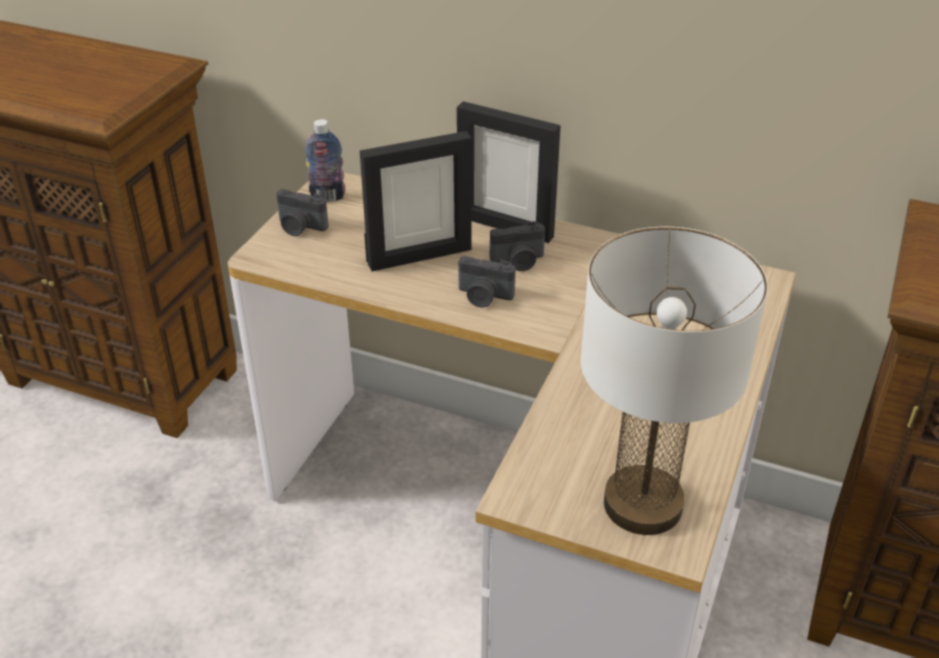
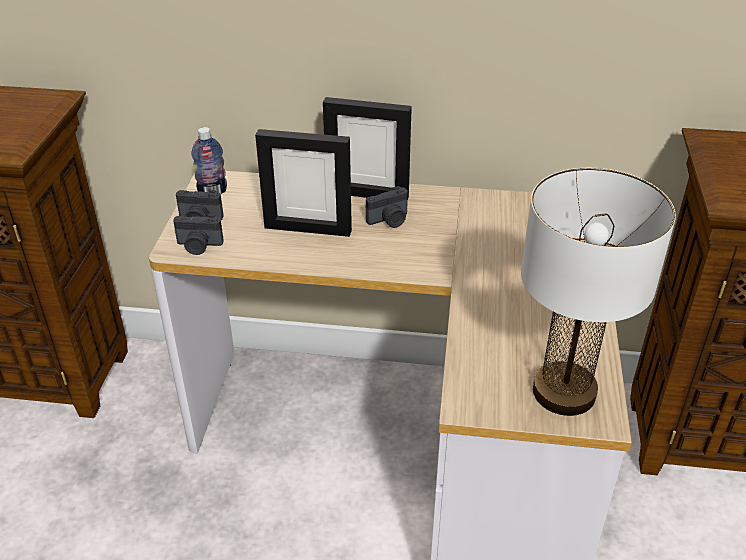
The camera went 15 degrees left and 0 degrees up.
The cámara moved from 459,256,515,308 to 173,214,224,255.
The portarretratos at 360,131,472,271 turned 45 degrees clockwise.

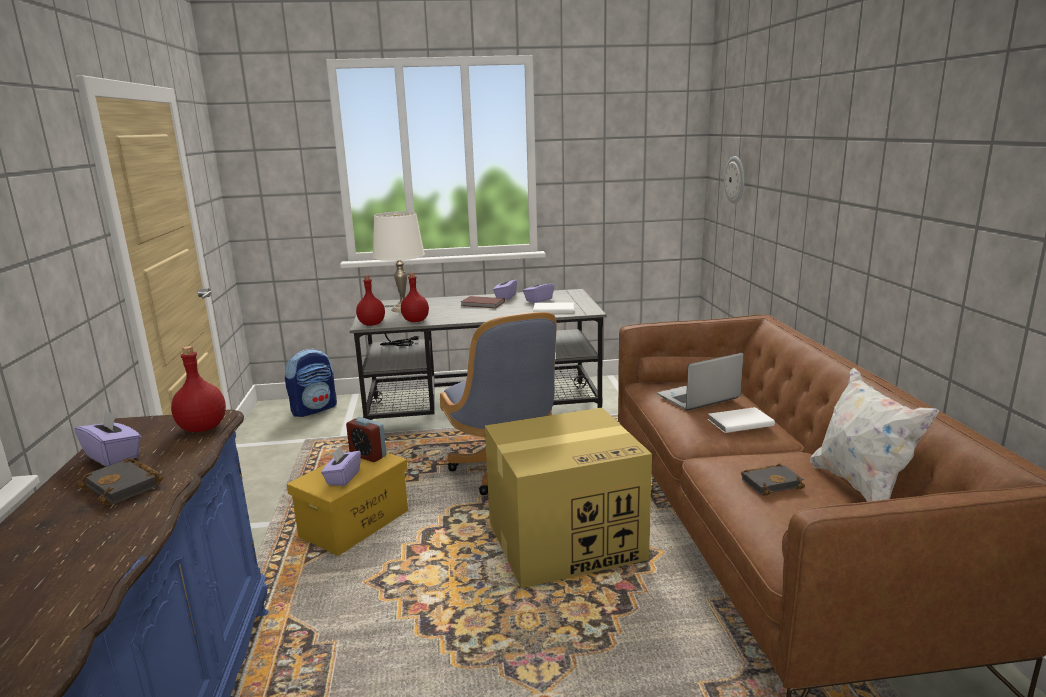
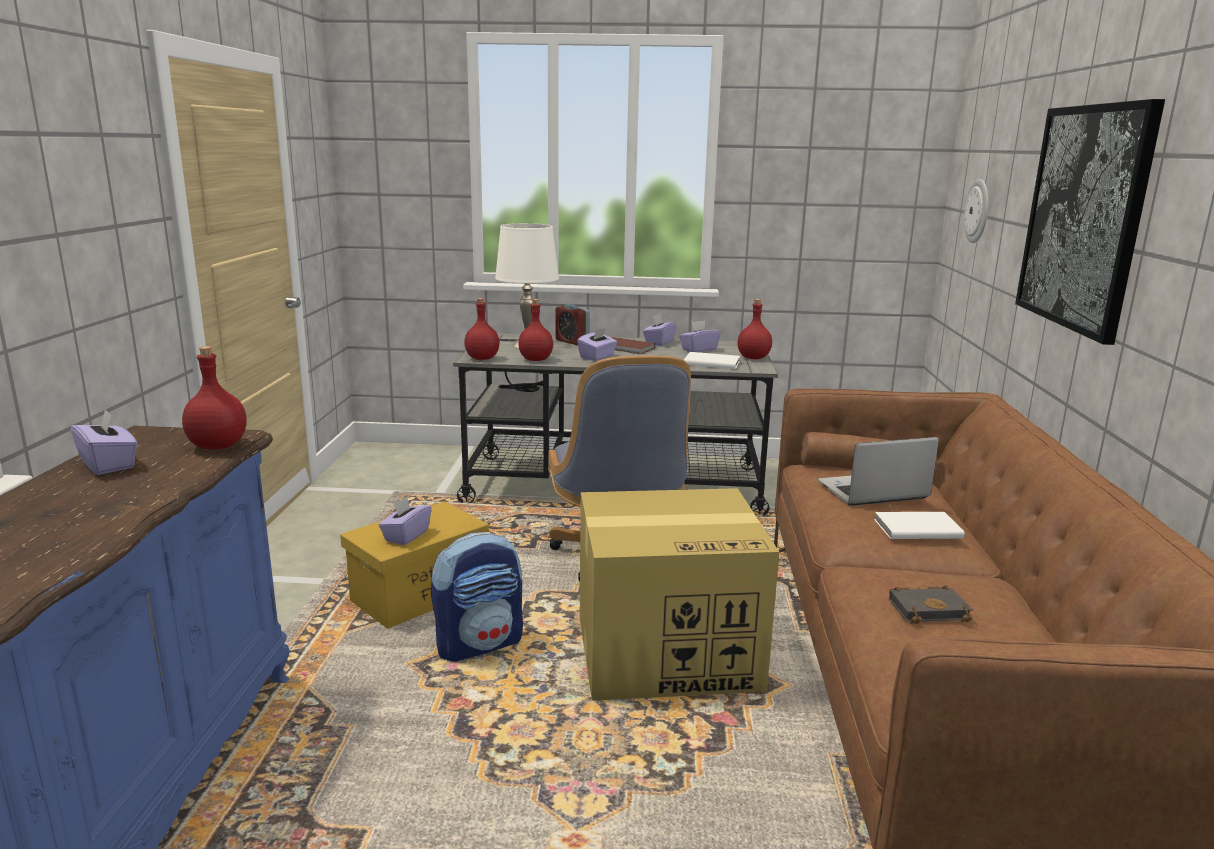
The camera went 10 degrees right and 0 degrees up.
The mochila moved from 285,348,337,417 to 431,532,523,661.
The despertador moved from 346,417,387,462 to 555,304,590,345.
The caja de pañuelos (morado) at 577,328,617,361 appeared.
The botella (rojo) at 737,299,772,359 appeared.
The cuadro at 1015,99,1165,345 appeared.
The libro (negro) at 77,458,163,505 disappeared.
The cojín (blanco) at 810,368,939,502 disappeared.

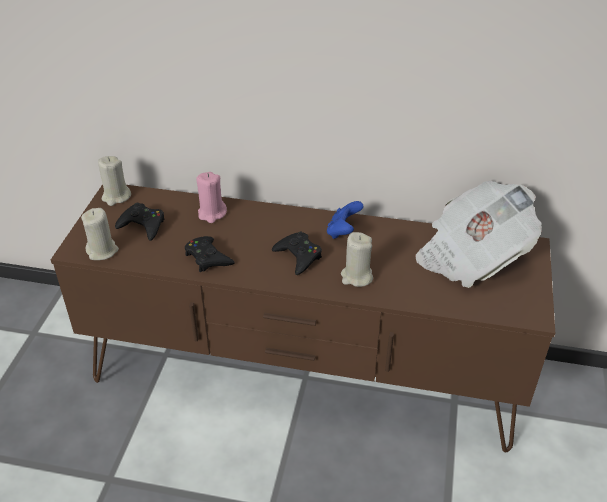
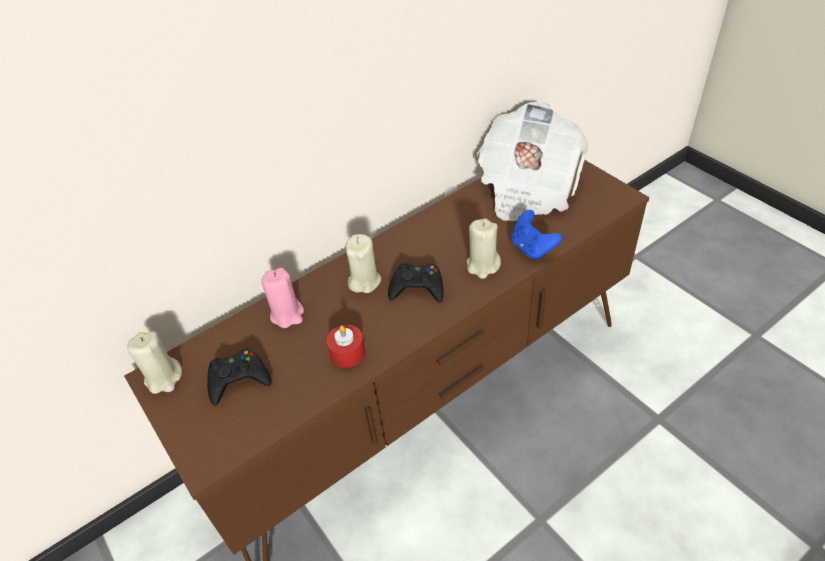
The camera went 45 degrees left and 5 degrees up.
The mando de consola (negro) at 185,236,235,272 was replaced by the vela (rojo) at 326,325,365,368.
The vela (beis) moved from 81,208,119,260 to 346,234,381,293.
The mando de consola (azul) moved from 327,201,363,239 to 511,210,563,260.

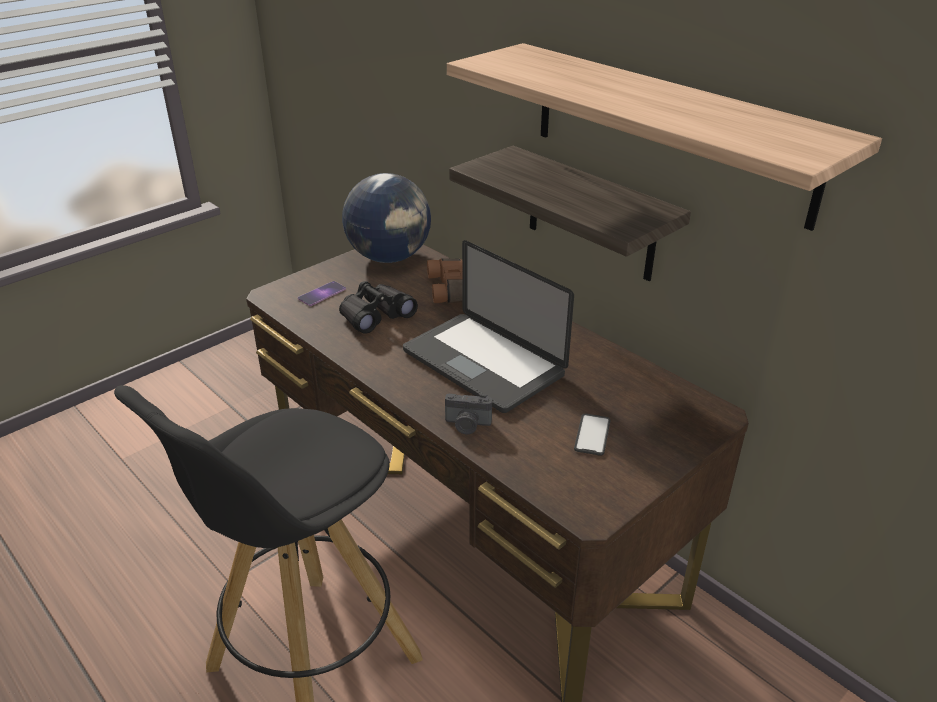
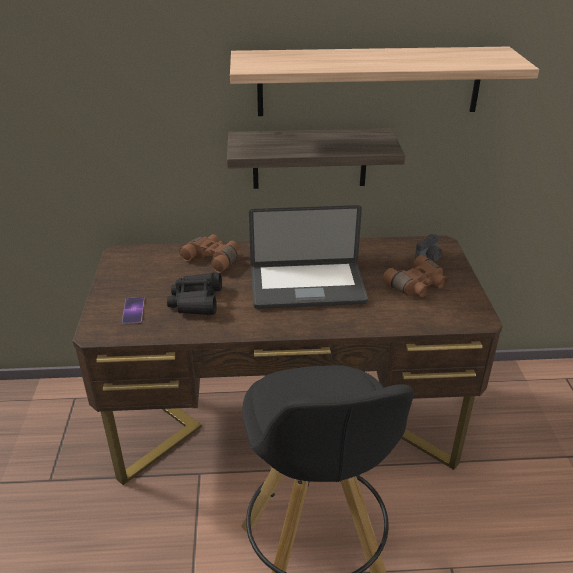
The camera went 50 degrees left and 0 degrees up.
The móvil at 574,414,610,456 was replaced by the prismáticos (marrón) at 383,255,447,297.
The cámara moved from 445,394,492,434 to 415,234,442,261.
The globo terráqueo at 342,173,431,263 disappeared.

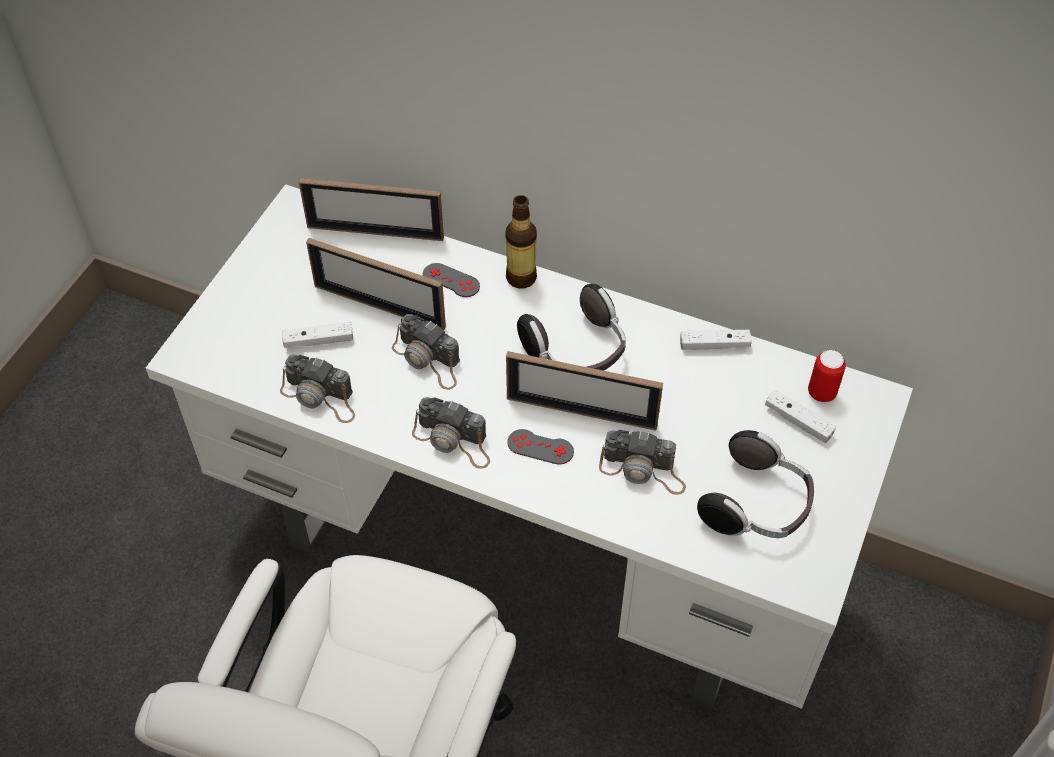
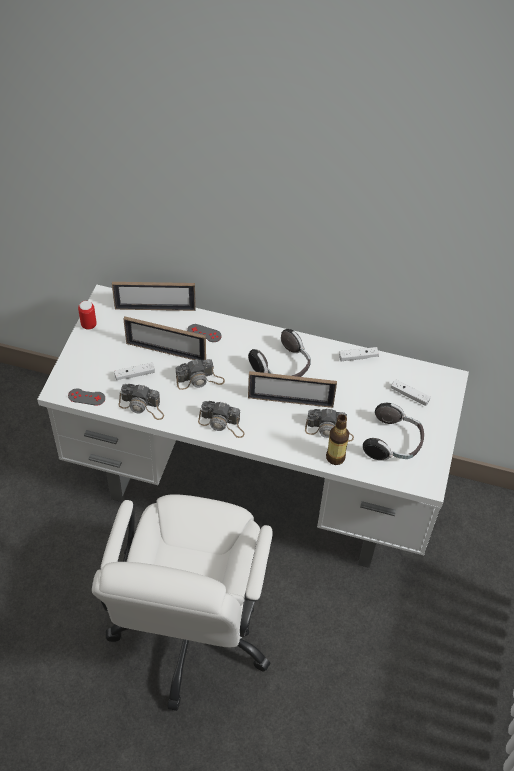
The camera went 10 degrees left and 0 degrees up.
The mando de consola (gris) moved from 507,429,574,465 to 68,388,105,406.
The lata moved from 808,350,846,402 to 78,301,97,330.
The cámara at 392,314,460,390 turned 45 degrees counterclockwise.
The botella moved from 506,195,537,288 to 326,414,349,465.

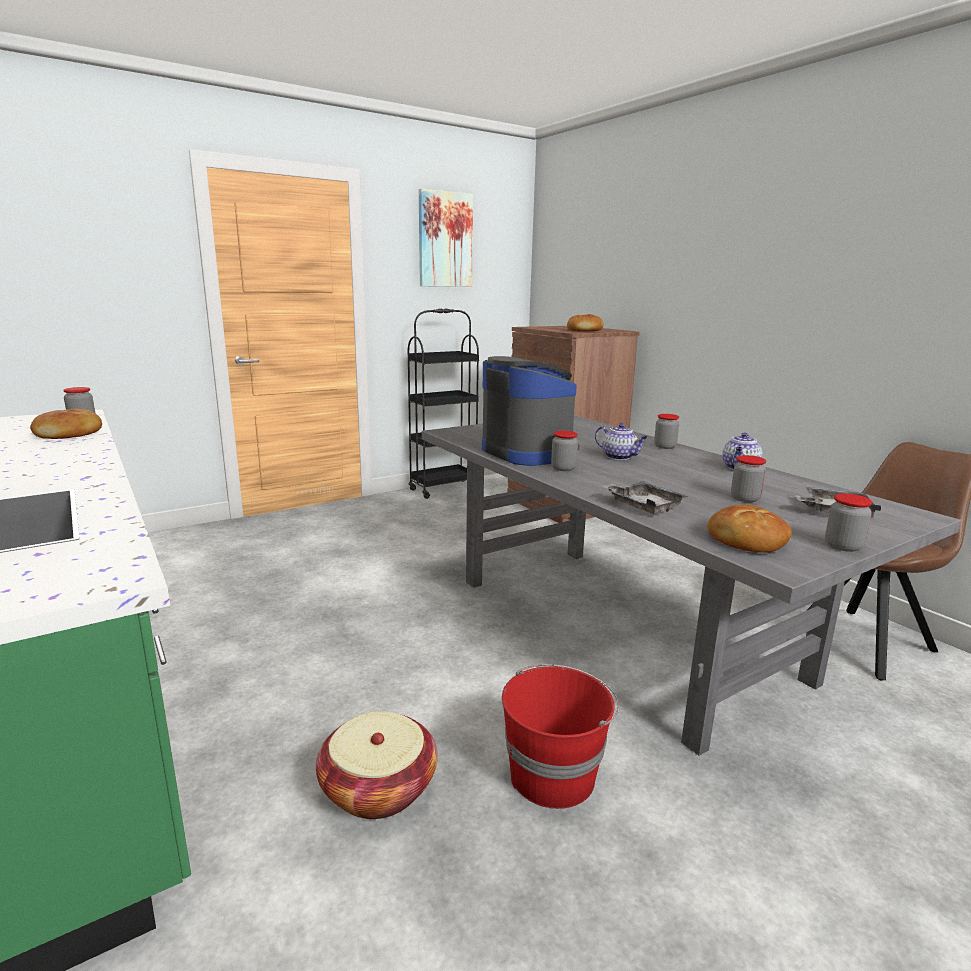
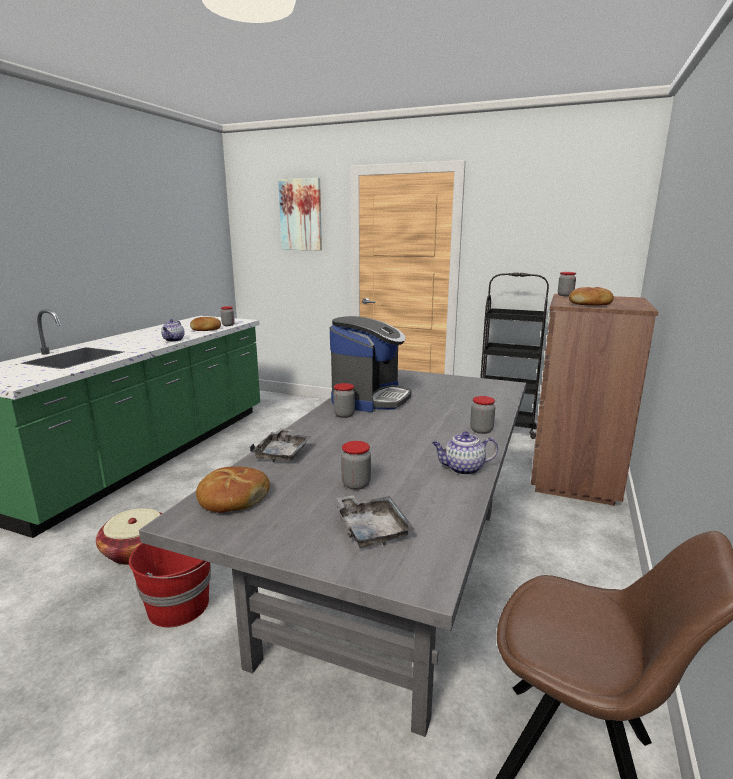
The camera went 55 degrees right and 0 degrees up.
The tetera moved from 595,423,648,460 to 161,319,184,342.
The cuadro moved from 419,189,473,287 to 278,178,322,250.
The tarro moved from 825,493,873,552 to 558,272,576,296.

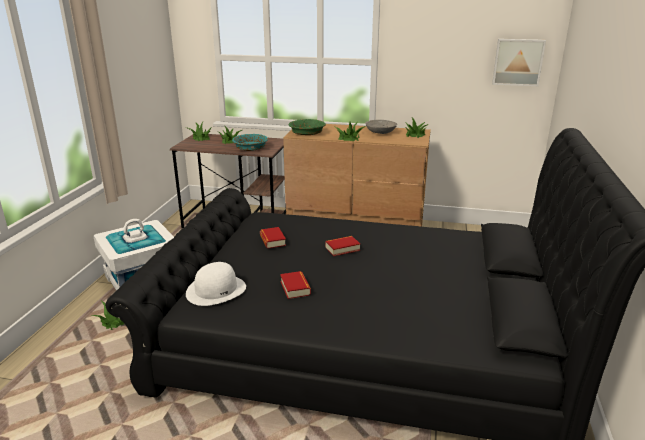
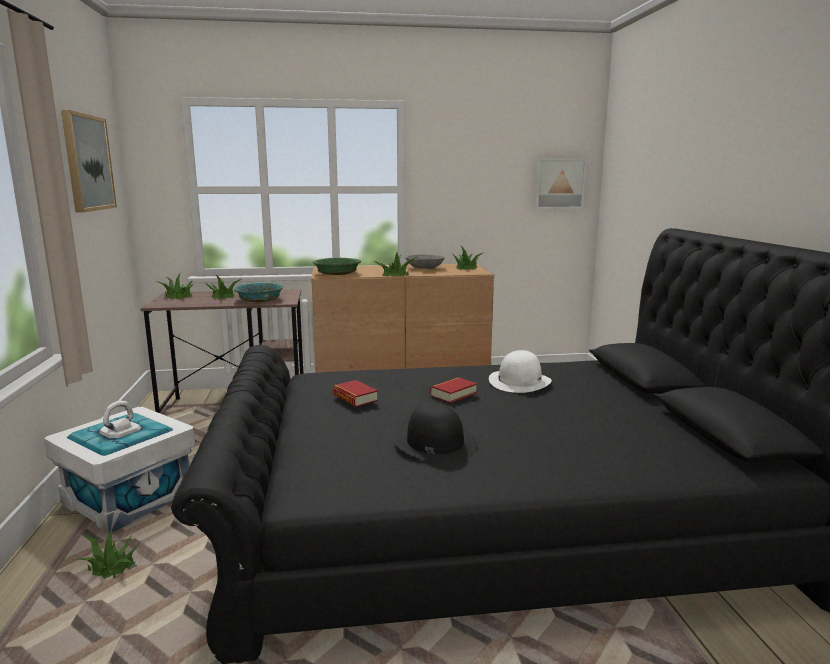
The camera went 20 degrees left and 10 degrees down.
The cuadro at 61,110,117,213 appeared.
The libro at 280,271,311,299 was replaced by the sombrero (negro) at 394,403,477,463.
The sombrero (blanco) moved from 186,262,246,306 to 489,350,552,393.

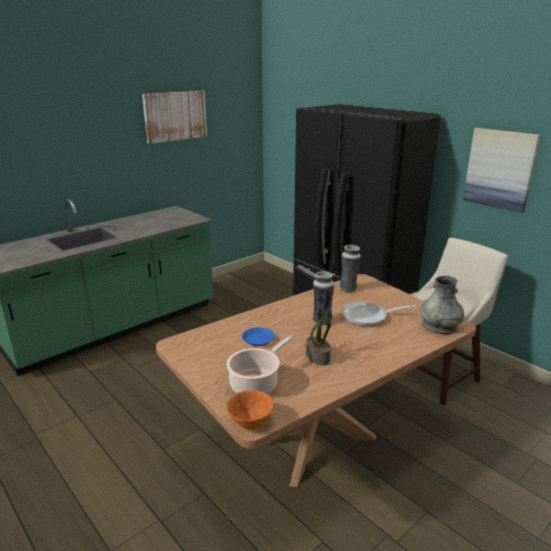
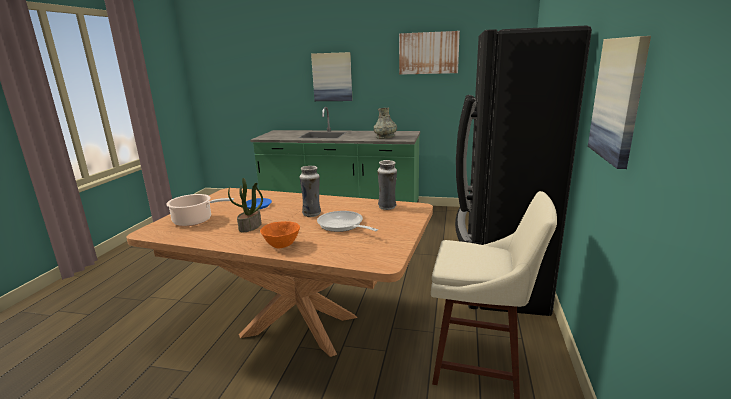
The camera went 55 degrees right and 5 degrees down.
The cuenco (naranja) moved from 226,390,274,429 to 260,221,300,248.
The cuadro at 311,52,353,101 appeared.
The florero (gris) moved from 421,276,464,334 to 374,108,397,139.

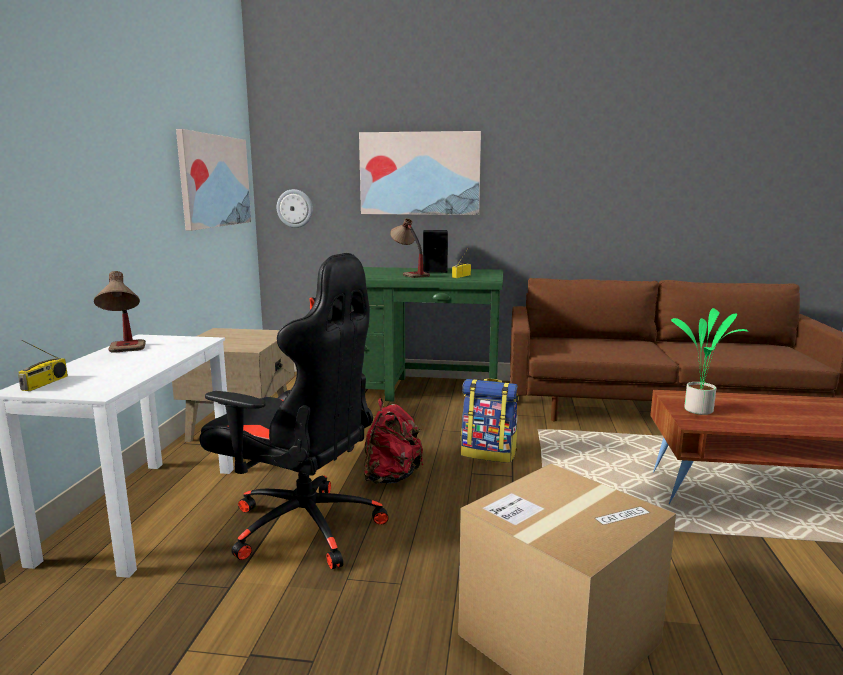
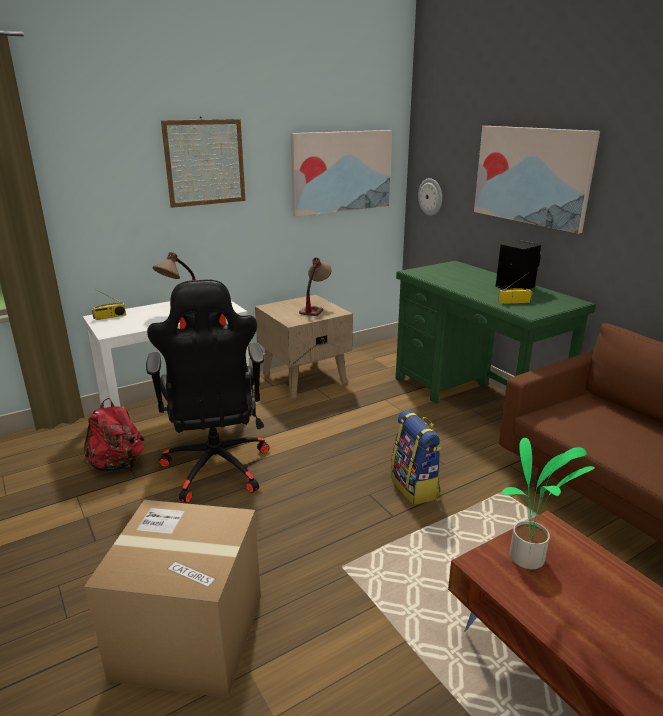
The camera went 50 degrees right and 10 degrees up.
The mochila (rojo) moved from 363,398,423,484 to 83,398,145,471.
The cuadro at 161,116,246,208 appeared.
The lámpara de mesa moved from 390,218,430,278 to 299,257,332,316.

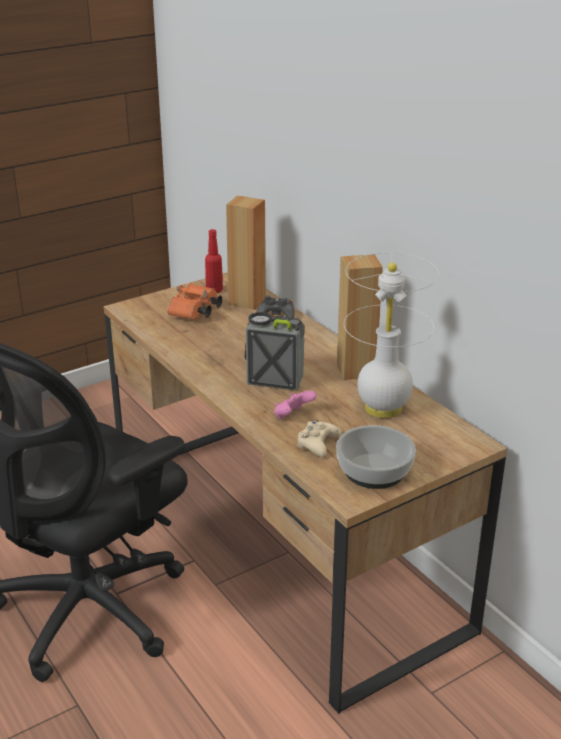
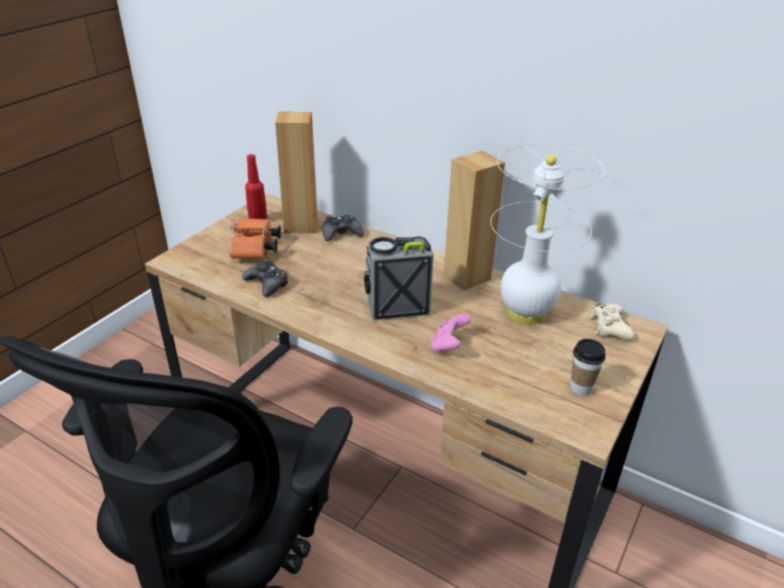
The camera went 25 degrees left and 5 degrees up.
The mando de consola (negro) at 242,259,289,297 appeared.
The cuenco at 336,425,416,489 was replaced by the taza at 570,339,606,396.
The mando de consola (beis) moved from 297,420,341,457 to 589,304,634,340.

